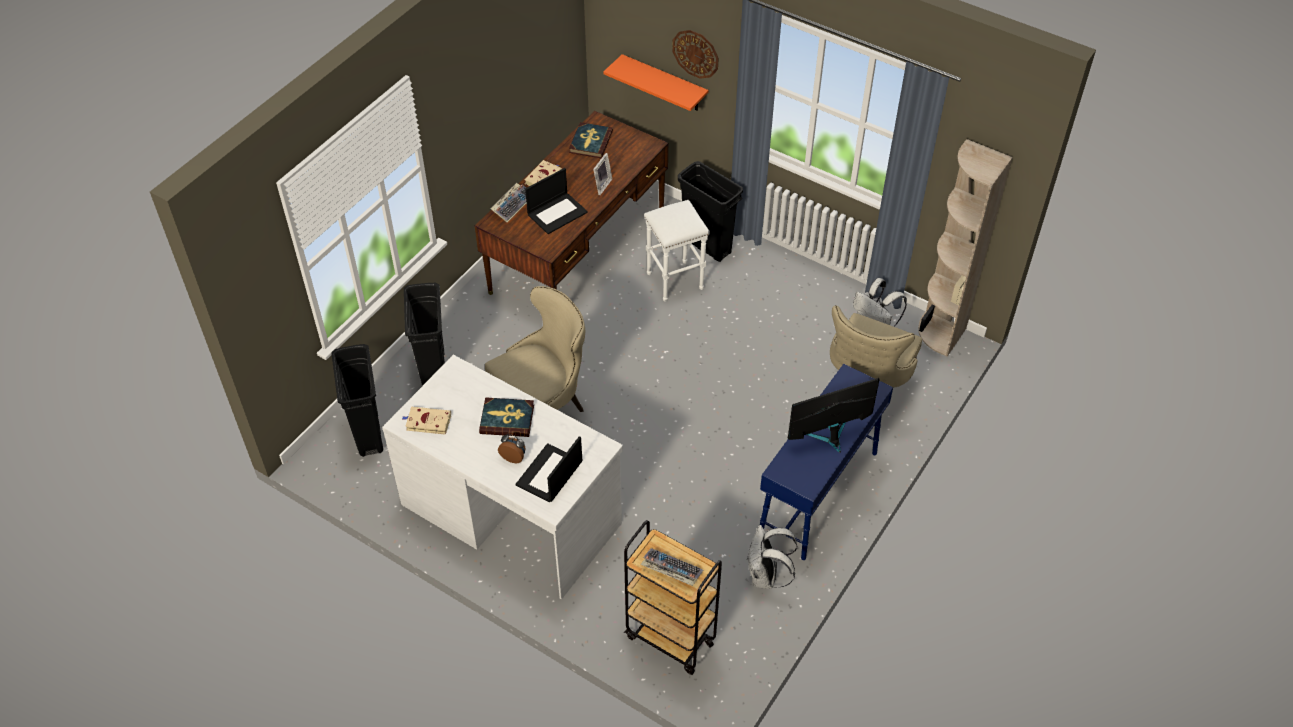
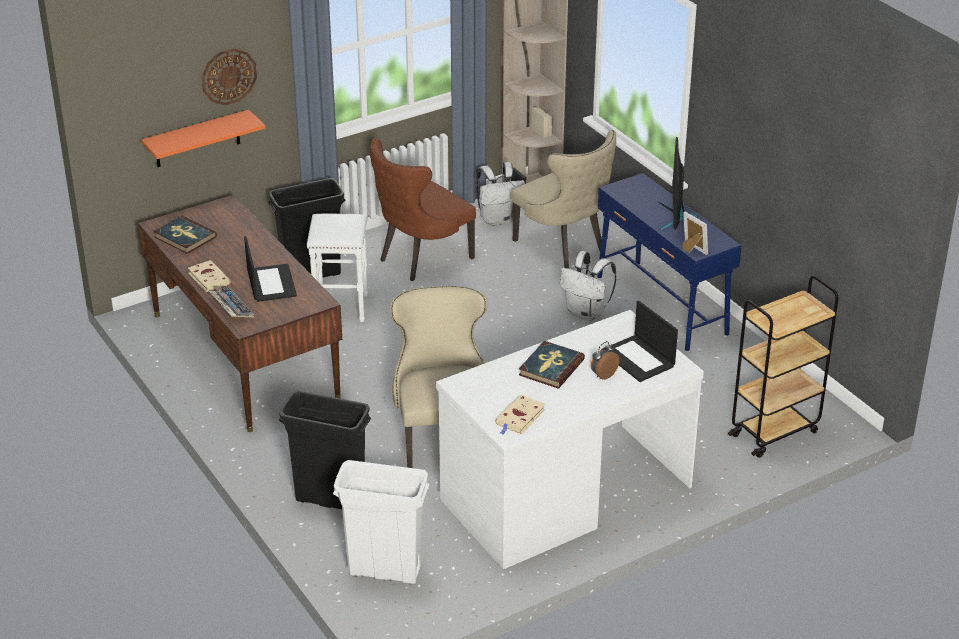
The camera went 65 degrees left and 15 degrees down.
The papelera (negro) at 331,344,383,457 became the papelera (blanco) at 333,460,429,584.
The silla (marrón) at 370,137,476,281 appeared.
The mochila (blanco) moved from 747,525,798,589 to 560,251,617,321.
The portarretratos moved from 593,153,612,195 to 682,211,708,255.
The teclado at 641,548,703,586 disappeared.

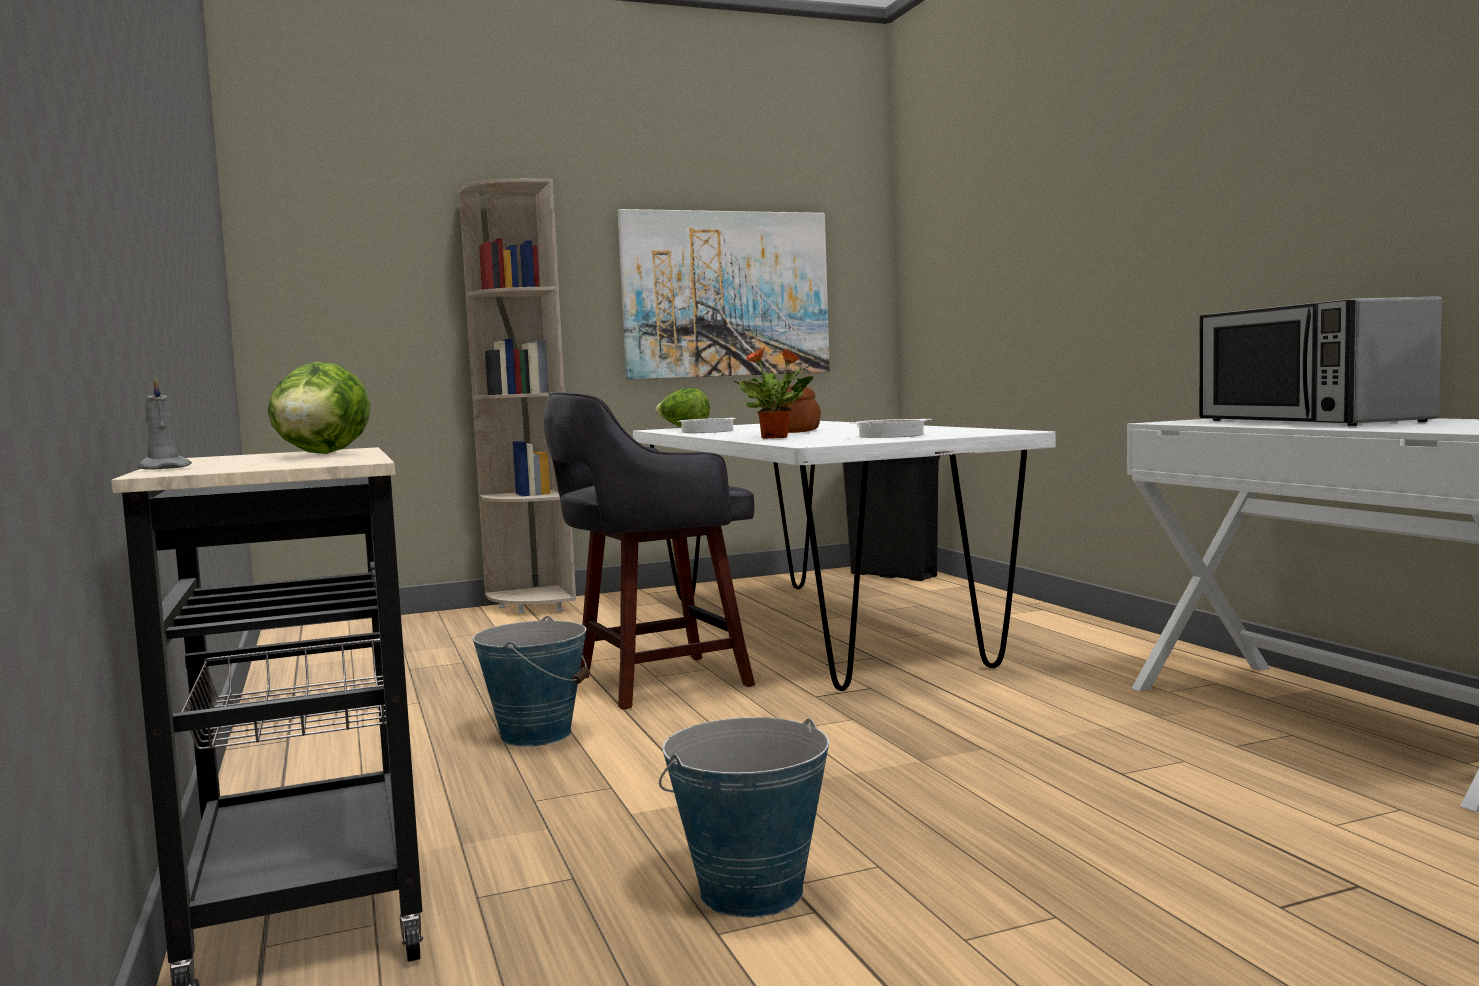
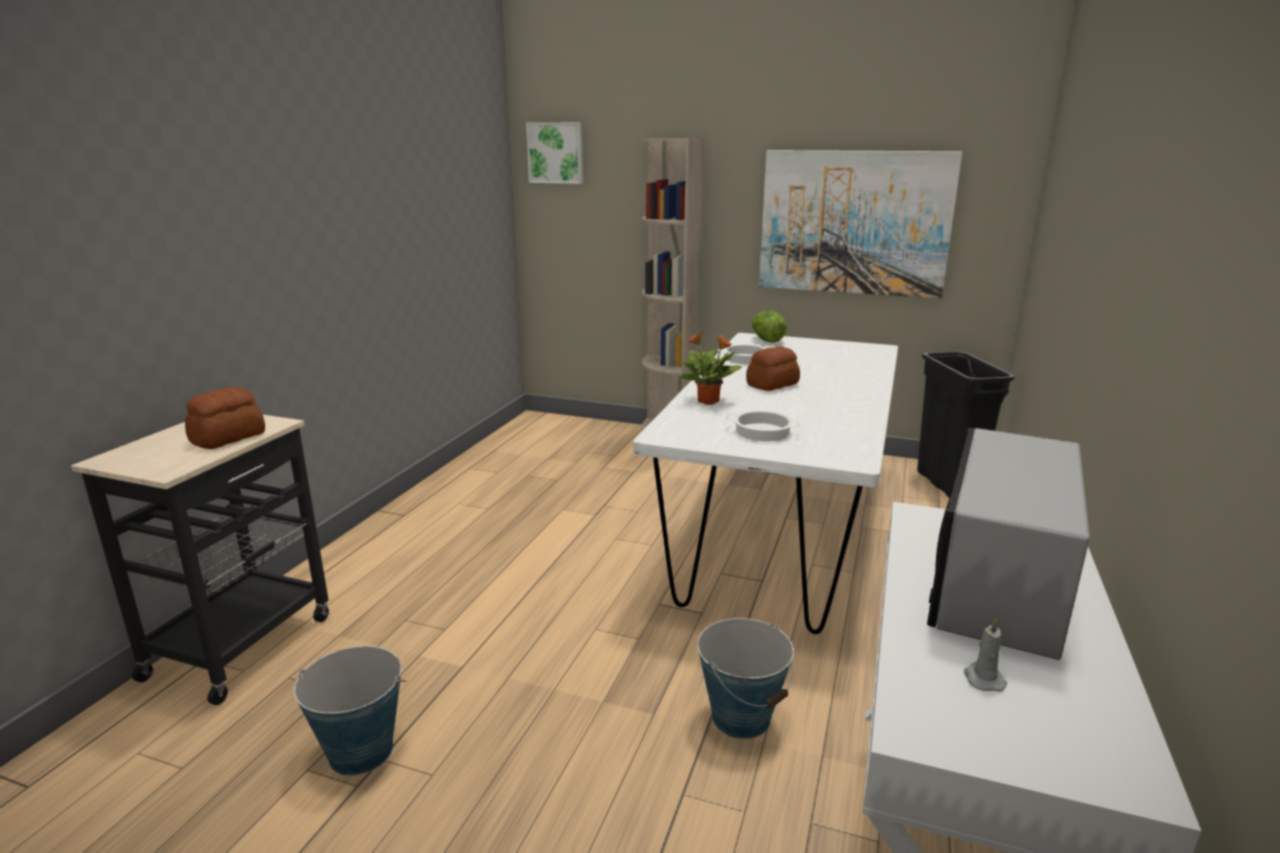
The camera went 40 degrees right and 15 degrees up.
The lechuga at 268,361,371,454 was replaced by the pan at 185,386,265,449.
The cuadro at 526,122,583,184 appeared.
The cubo moved from 473,616,590,747 to 697,618,794,739.
The vela (gris) moved from 138,377,192,470 to 964,618,1007,692.
The taburete (gris) at 544,392,755,709 disappeared.

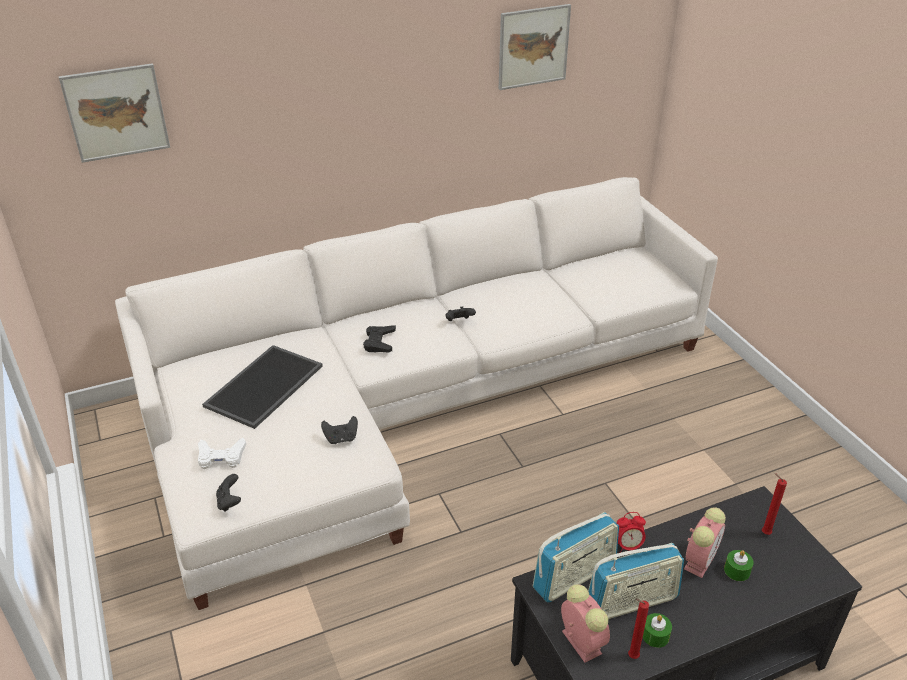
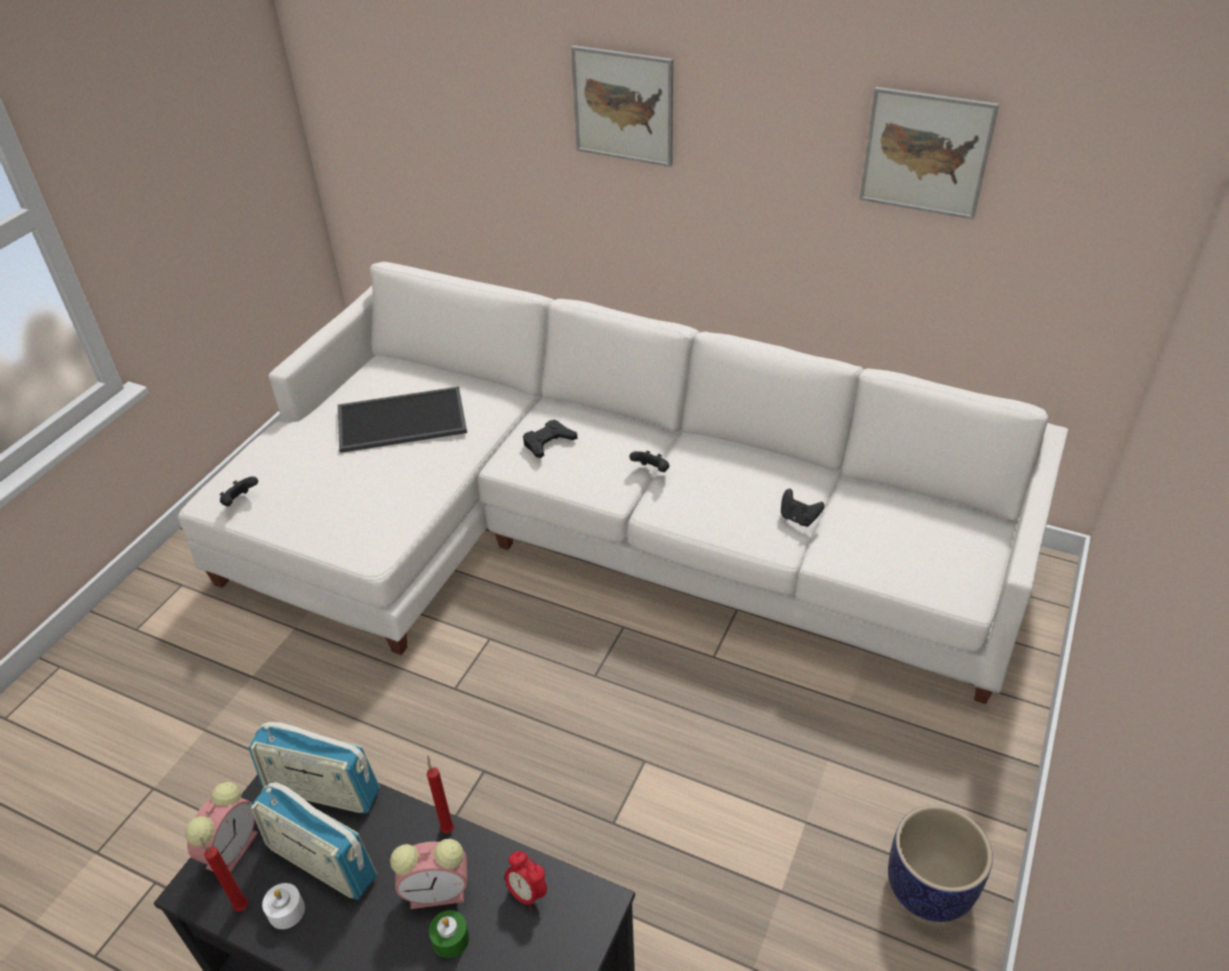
The camera went 50 degrees right and 5 degrees up.
The vela (verde) at 643,613,672,648 became the vela (blanco) at 262,883,305,929.
The vela (rojo) moved from 762,473,787,535 to 427,756,454,833.
The despertador moved from 617,512,646,553 to 505,851,547,911.
The cuadro moved from 59,63,170,163 to 571,45,673,167.
The mando de consola (negro) moved from 321,416,358,444 to 781,489,825,527.
The maceta at 888,805,993,922 appeared.
The mando de consola (blanco) at 198,438,246,469 disappeared.

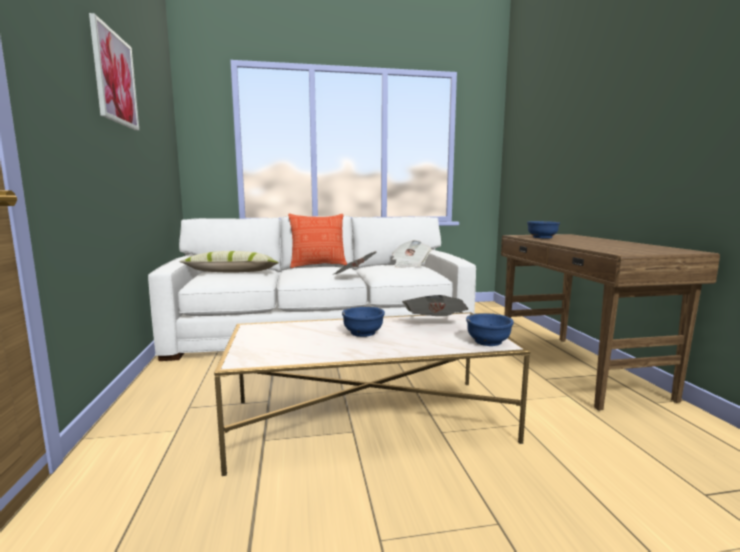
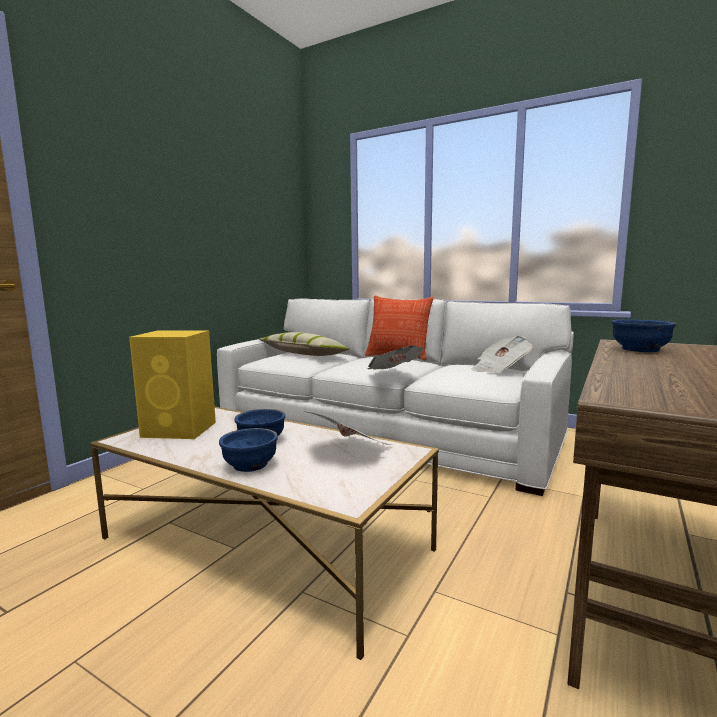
The camera went 40 degrees right and 0 degrees up.
The altavoz (amarillo) at 129,330,216,439 appeared.
The cuenco (azul) moved from 466,313,514,346 to 219,428,278,472.
The cuadro at 89,13,139,130 disappeared.

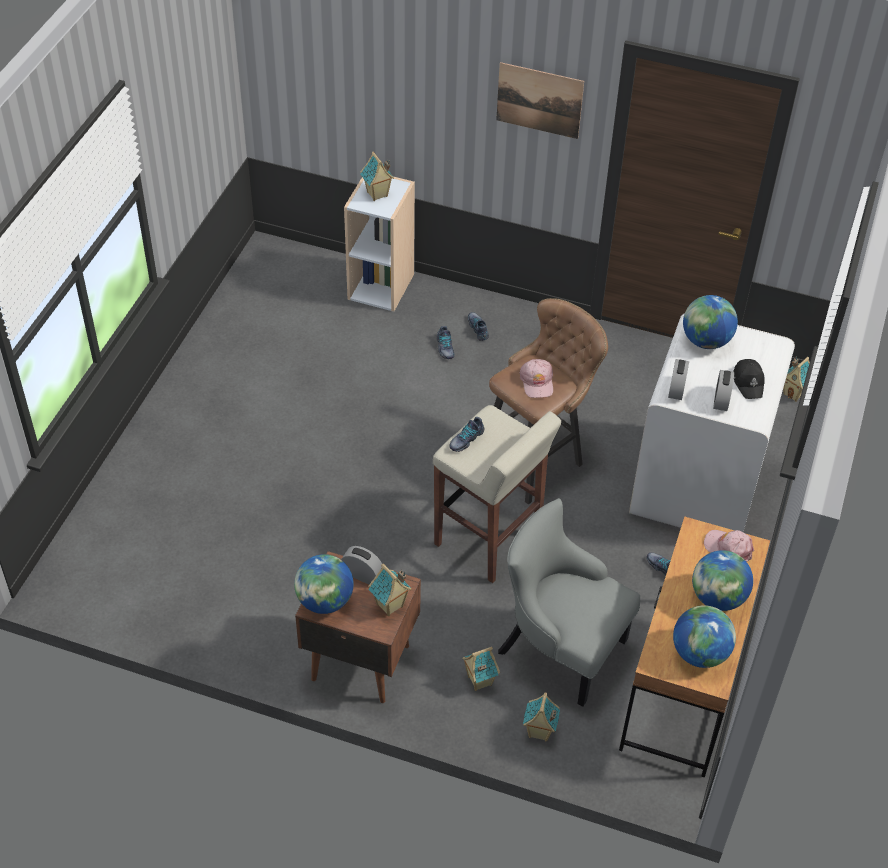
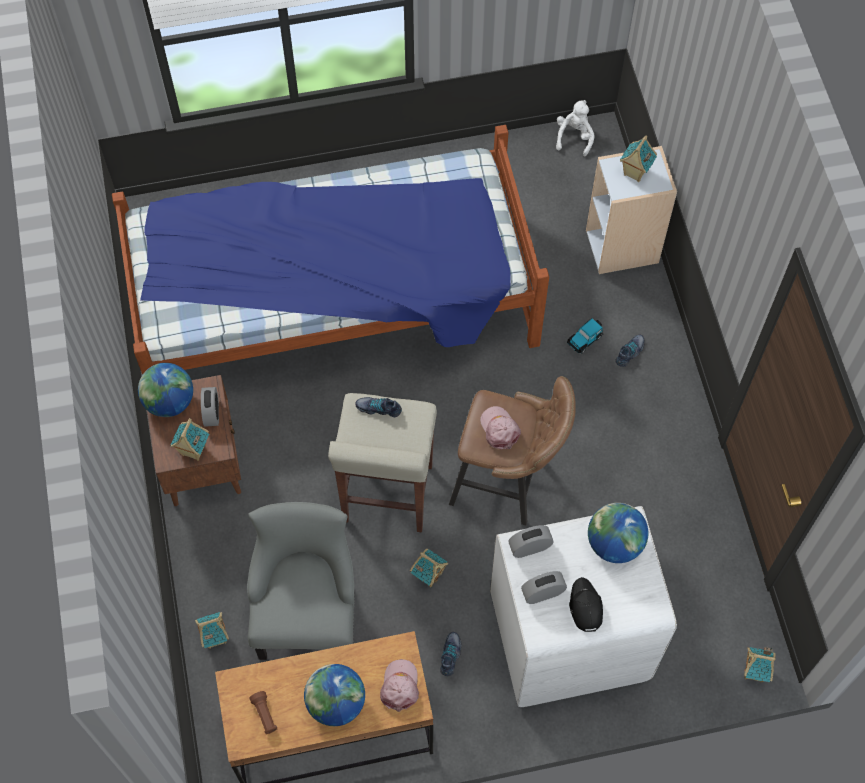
The camera went 60 degrees right and 15 degrees up.
The cama at 112,125,549,375 appeared.
The globo terráqueo at 673,605,736,668 was replaced by the linterna (marrón) at 249,691,277,734.
The casita moved from 462,647,500,691 to 410,549,448,587.
The gorra (rosa) at 519,359,553,398 turned 105 degrees clockwise.
The peluche (blanco) at 556,100,595,156 appeared.
The zapato at 436,326,455,359 was replaced by the coche de juguete at 567,318,604,354.
The gorra (negro) at 733,359,765,399 turned 120 degrees clockwise.
The cuadro at 496,62,584,139 disappeared.

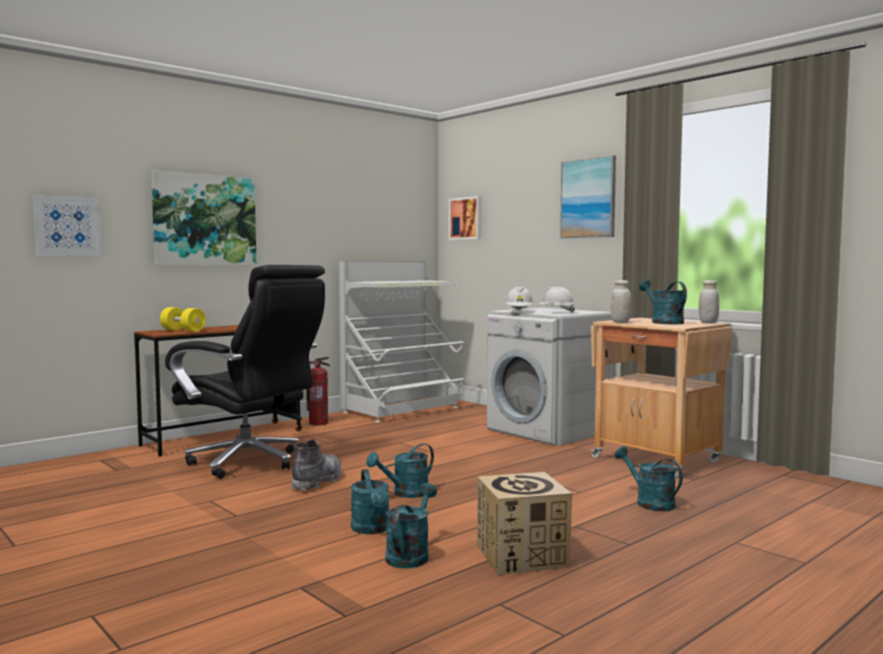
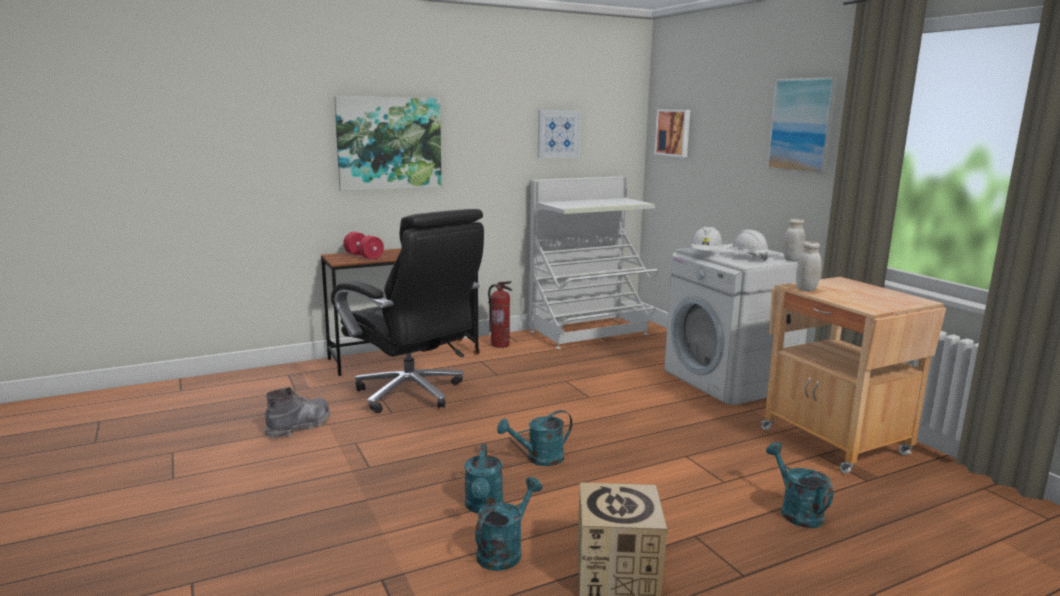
The camera went 15 degrees right and 10 degrees up.
The bota (gris) moved from 291,439,342,491 to 264,387,330,439.
The mancuerna (amarillo) at 160,307,206,332 became the mancuerna (rojo) at 343,232,384,260.
The cuadro moved from 33,194,101,256 to 538,110,581,158.
The tarro (blanco) moved from 699,280,719,323 to 783,219,805,261.
The regadera (turquesa) at 639,280,687,324 disappeared.

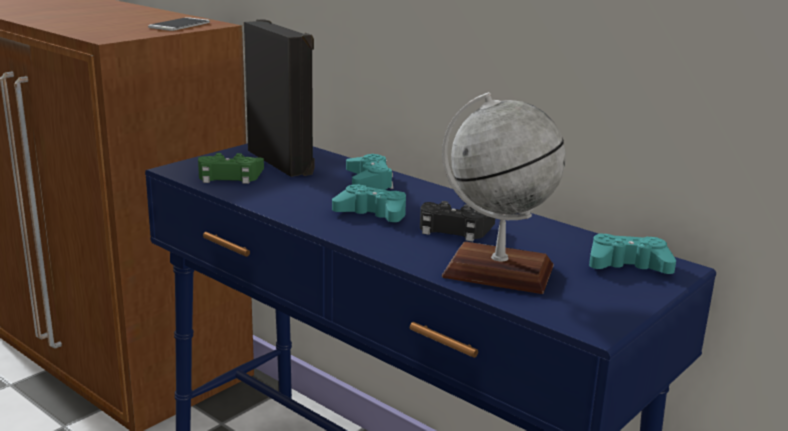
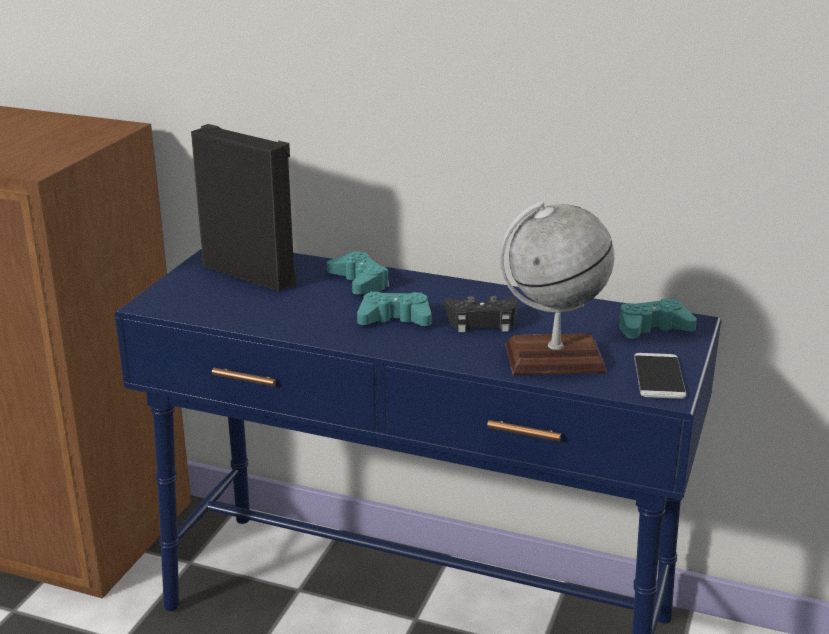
The camera went 20 degrees left and 5 degrees up.
The móvil moved from 148,17,210,31 to 634,353,687,399.
The mando de consola (verde) at 198,153,264,184 disappeared.

